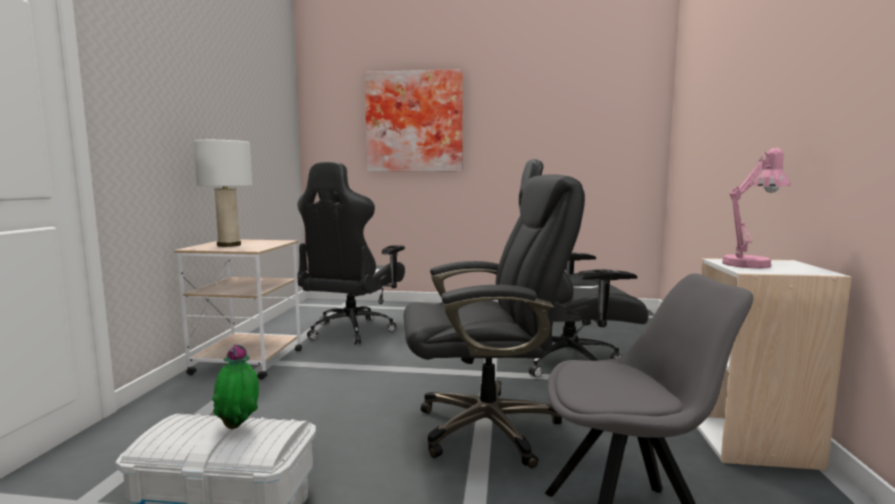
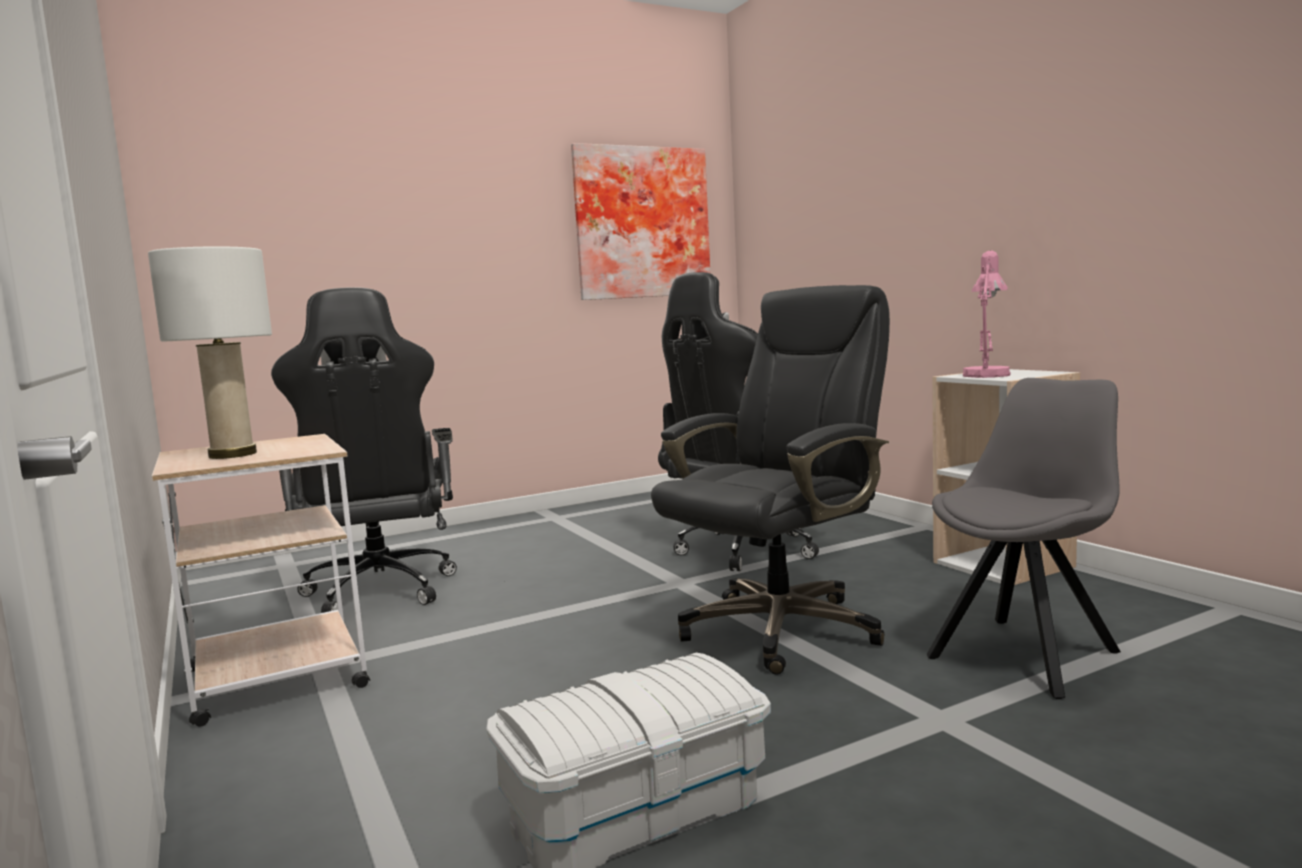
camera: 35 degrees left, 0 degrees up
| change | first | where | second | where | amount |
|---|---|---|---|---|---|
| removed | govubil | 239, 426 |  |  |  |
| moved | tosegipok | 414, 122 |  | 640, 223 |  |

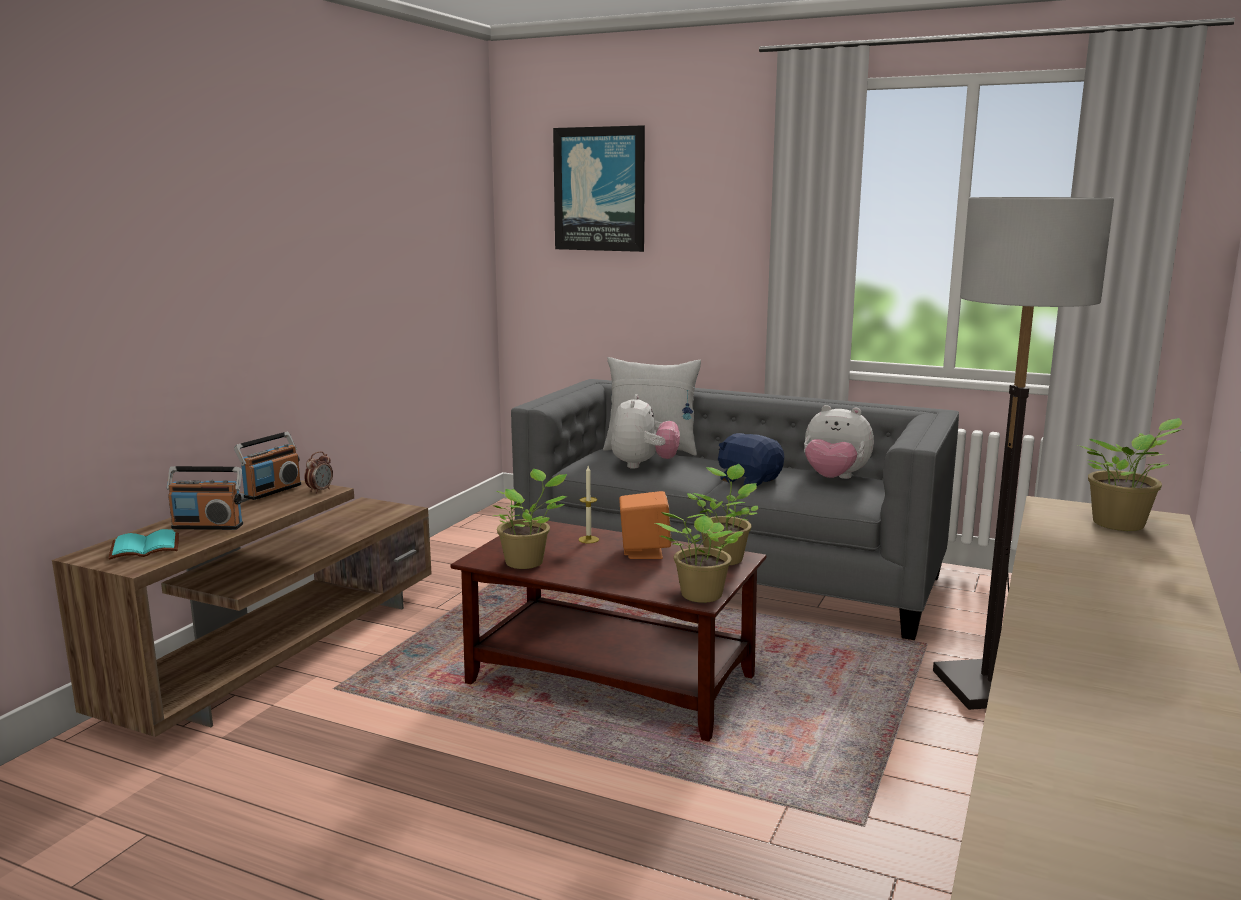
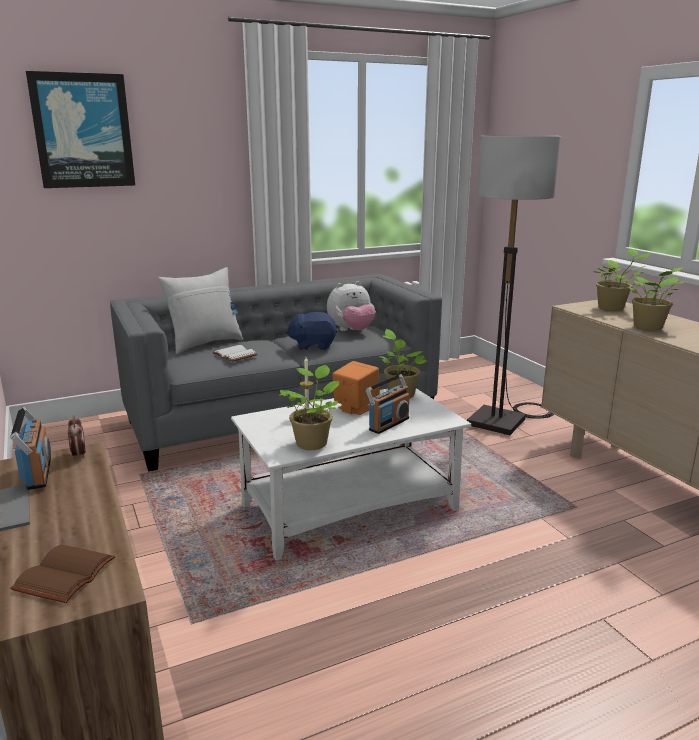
camera: 50 degrees left, 5 degrees up
| change | first | where | second | where | amount |
|---|---|---|---|---|---|
| recoloured | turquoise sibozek | 144, 548 | brown sibozek | 66, 576 |  |
| moved | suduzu | 208, 526 |  | 388, 424 |  |
| recoloured | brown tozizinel | 613, 680 | white tozizinel | 350, 507 |  |
| replaced | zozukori | 644, 465 | white sibozek | 233, 355 |  |
| moved | govubil | 698, 596 |  | 649, 327 |  |

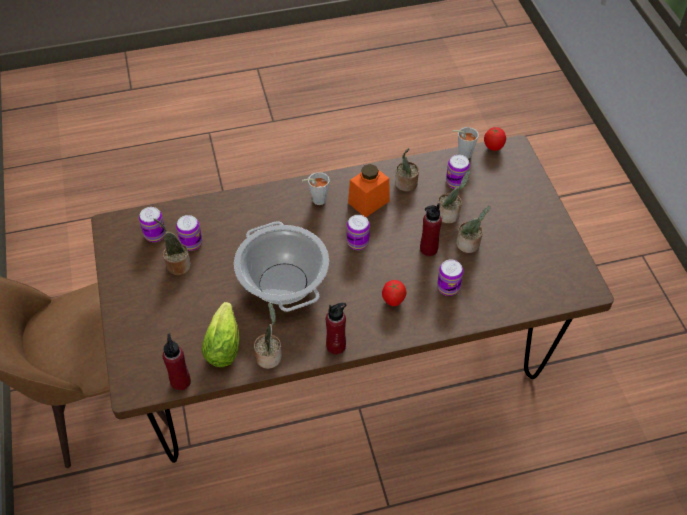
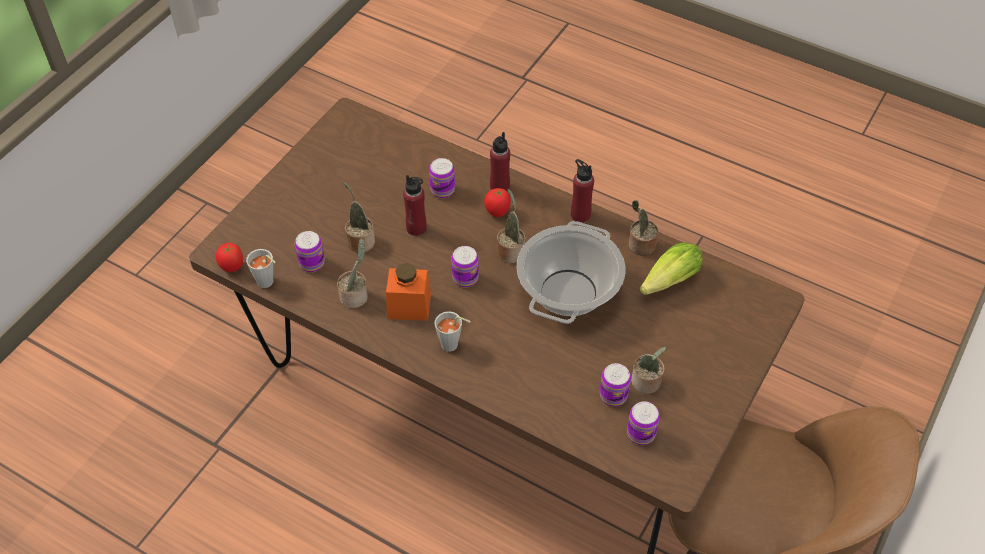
camera: 135 degrees left, 0 degrees up
| change | first | where | second | where | amount |
|---|---|---|---|---|---|
| moved | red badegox | 180, 381 |  | 499, 187 |  |
| moved | govubil | 469, 244 |  | 510, 251 |  |

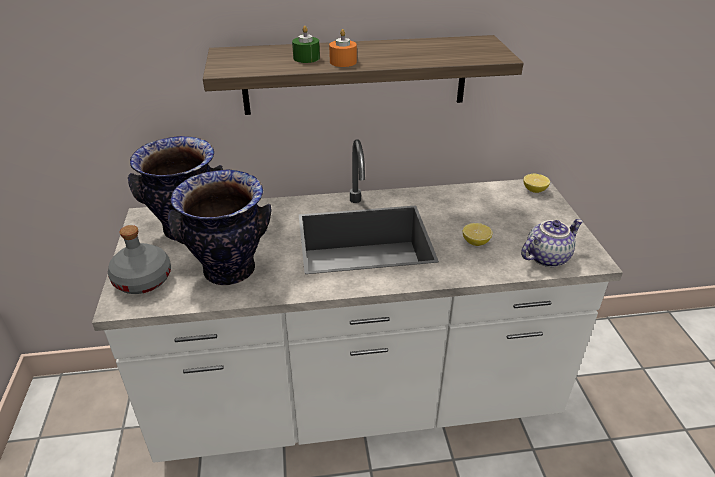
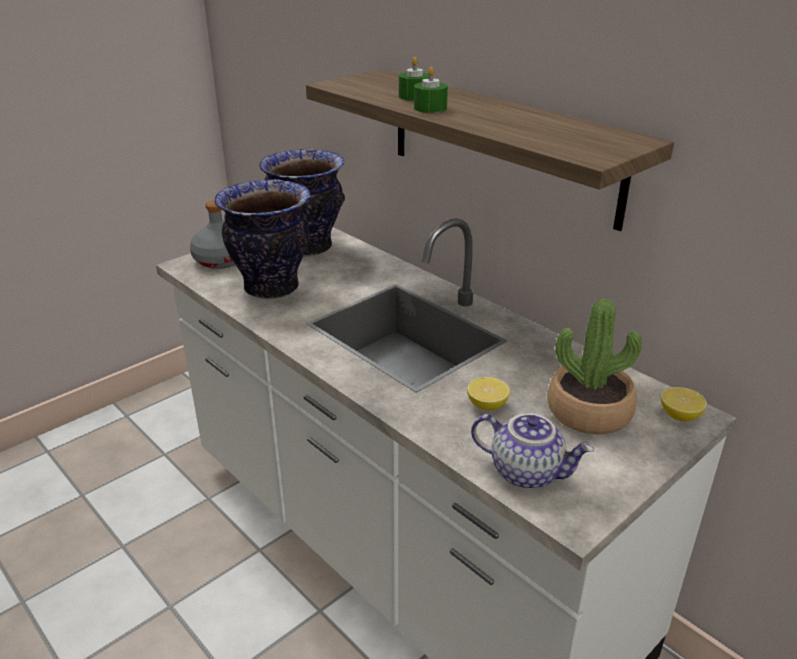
camera: 55 degrees right, 5 degrees down
| change | first | where | second | where | amount |
|---|---|---|---|---|---|
| recoloured | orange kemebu | 343, 62 | green kemebu | 430, 108 |  |
| added |  |  | govubil | 589, 411 |  |

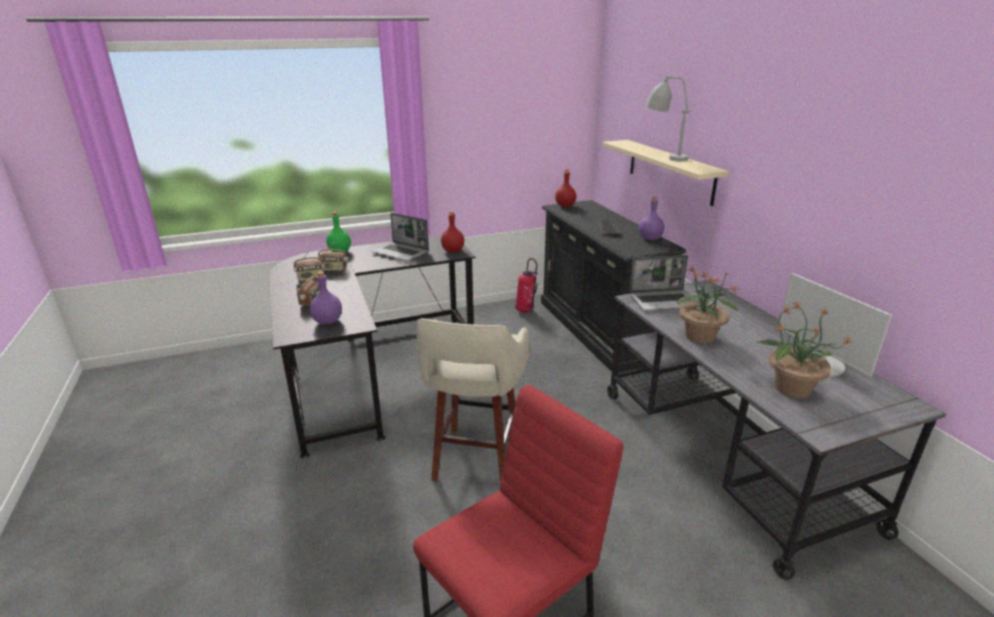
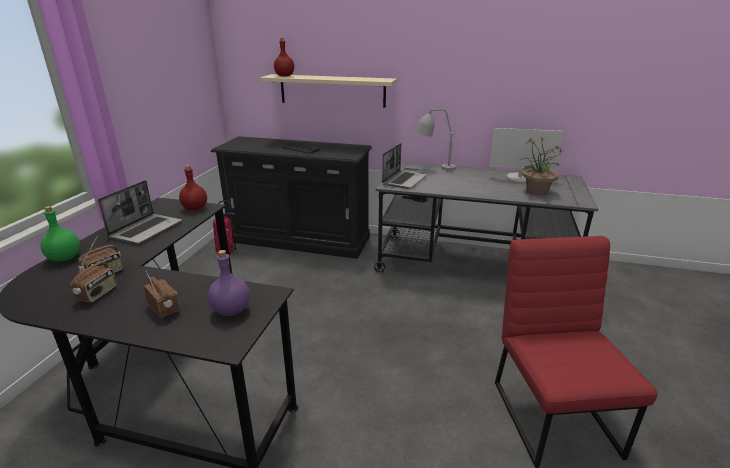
camera: 55 degrees left, 0 degrees up
| change | first | where | second | where | amount |
|---|---|---|---|---|---|
| turned | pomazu | 401, 252 |  | 146, 229 | 45 degrees counterclockwise |
| removed | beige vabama | 475, 462 |  |  |  |
| moved | red badegox | 565, 206 |  | 285, 76 |  |
| removed | purple badegox | 650, 238 |  |  |  |
| moved | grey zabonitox | 662, 155 |  | 432, 168 |  |
| removed | govubil | 700, 337 |  |  |  |

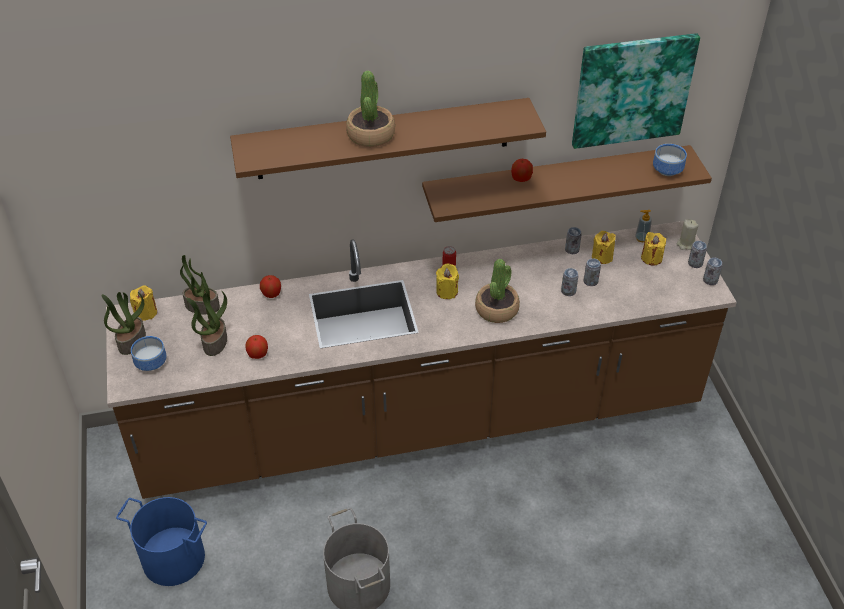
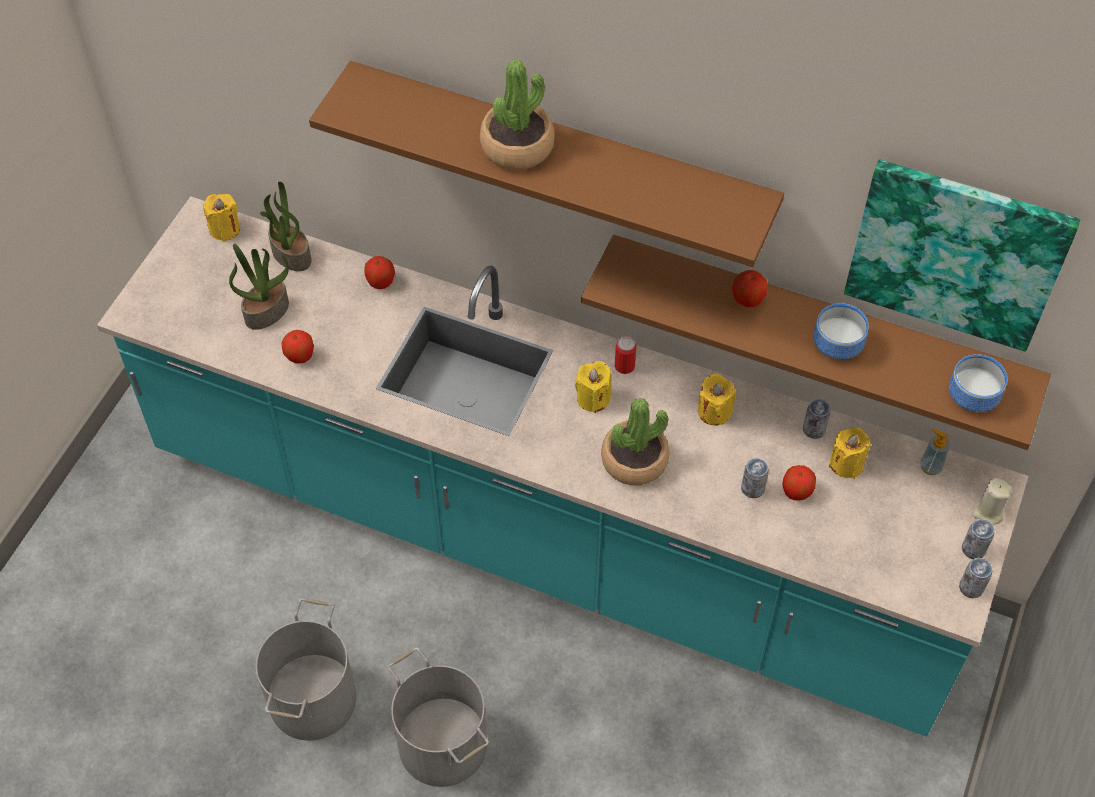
camera: 35 degrees right, 10 degrees up
| change | first | where | second | where | amount |
|---|---|---|---|---|---|
| removed | govubil | 131, 341 |  |  |  |
| recoloured | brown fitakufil | 422, 422 | turquoise fitakufil | 547, 539 |  |
| removed | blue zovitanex | 174, 557 |  |  |  |
| moved | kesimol | 150, 362 |  | 837, 343 |  |
| replaced | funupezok | 590, 281 | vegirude | 796, 491 |  |
| moved | yellow kemebu | 651, 258 |  | 714, 411 |  |
| added |  |  | grey zovitanex | 441, 745 |  |

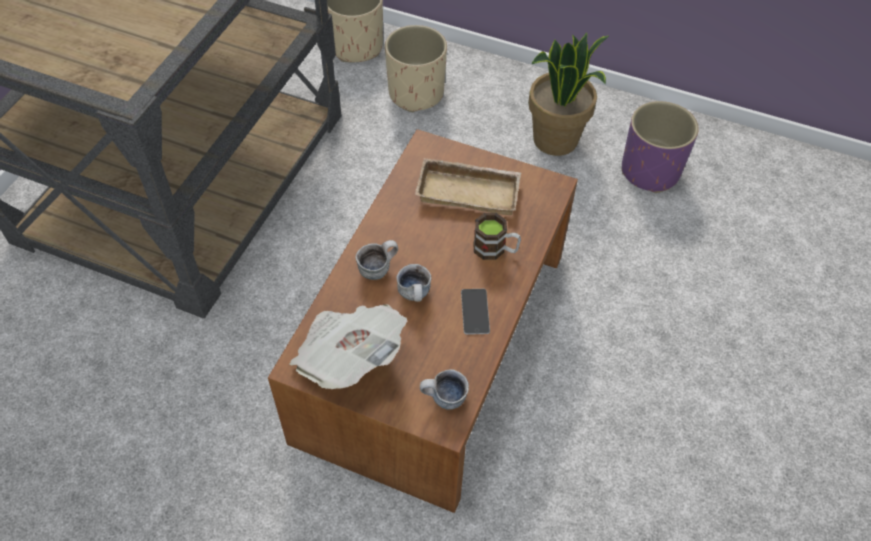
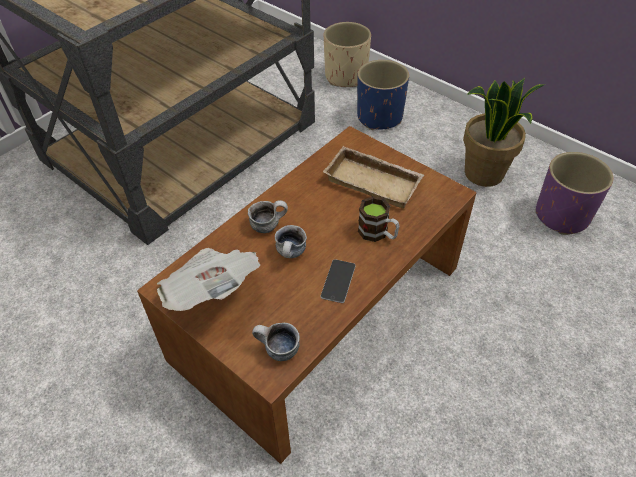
camera: 20 degrees right, 5 degrees down
| change | first | where | second | where | amount |
|---|---|---|---|---|---|
| recoloured | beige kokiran | 416, 94 | blue kokiran | 379, 117 |  |

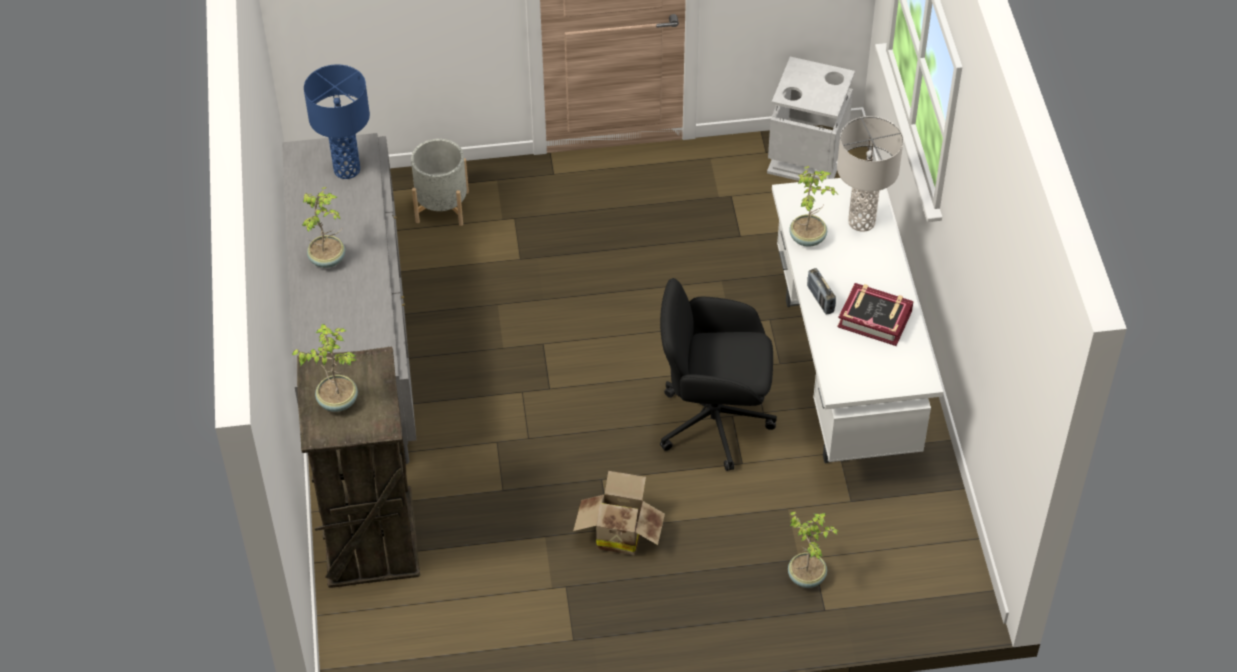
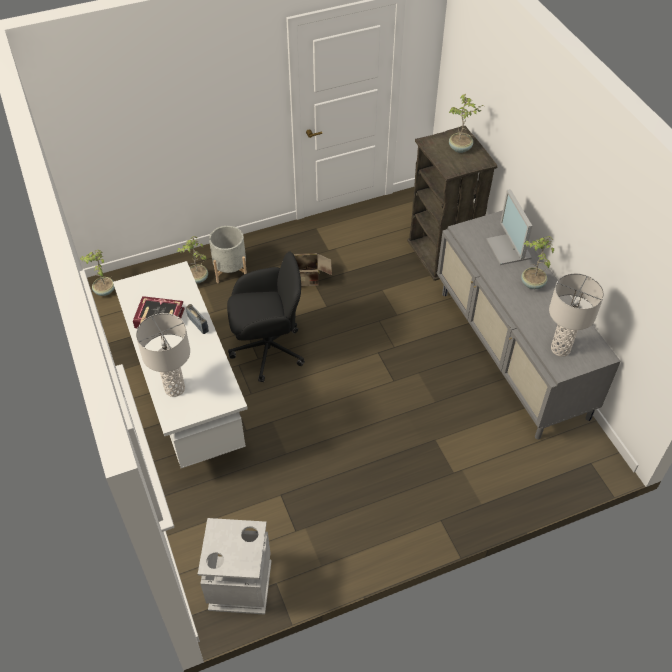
camera: 165 degrees right, 0 degrees up
| change | first | where | second | where | amount |
|---|---|---|---|---|---|
| recoloured | blue zabonitox | 347, 169 | white zabonitox | 560, 349 |  |
| moved | grey kokiran | 442, 207 |  | 230, 270 |  |
| moved | govubil | 808, 238 |  | 104, 291 |  |
| added |  |  | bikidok | 509, 249 |  |

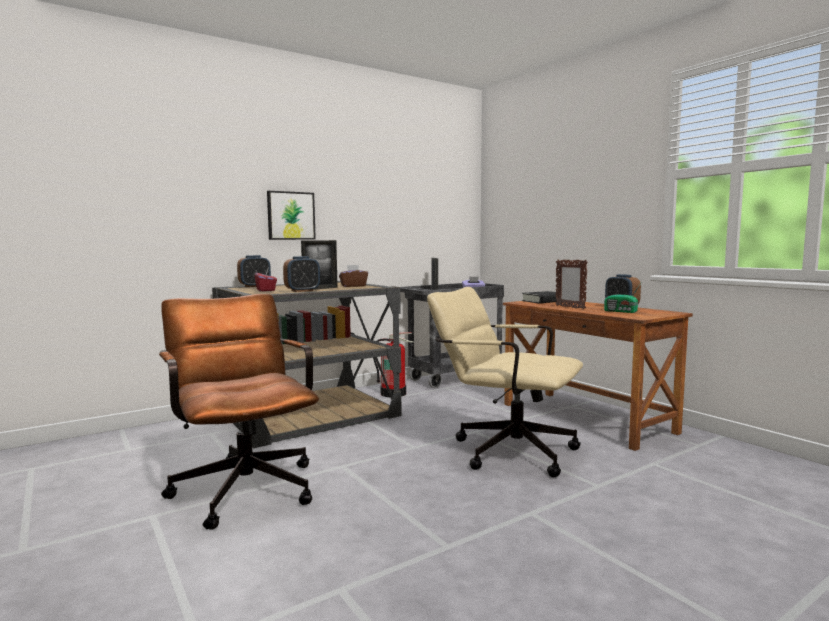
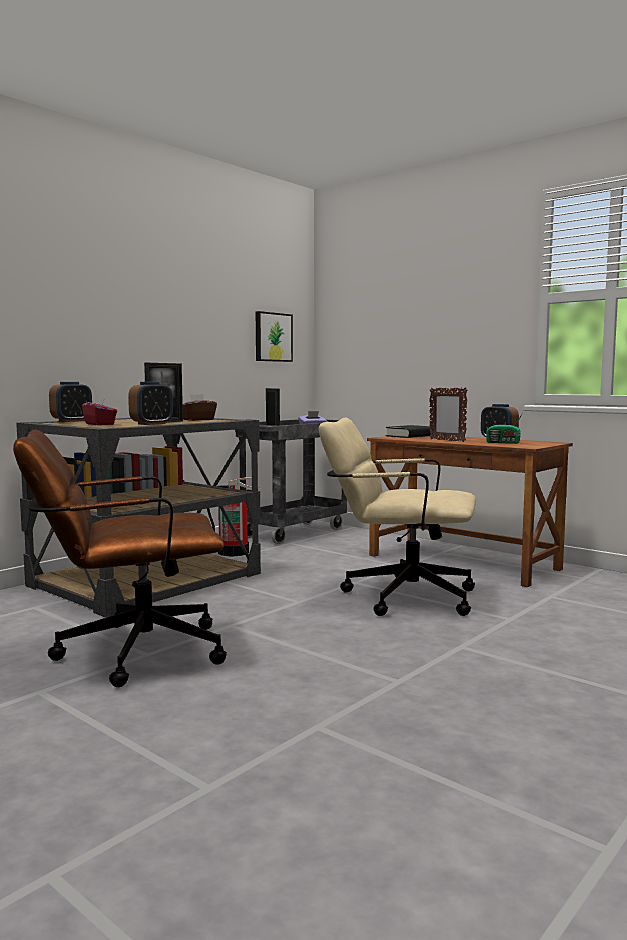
camera: 15 degrees left, 0 degrees up
| change | first | where | second | where | amount |
|---|---|---|---|---|---|
| turned | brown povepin | 243, 485 |  | 127, 652 | 60 degrees counterclockwise |
| moved | tosegipok | 290, 216 |  | 272, 337 |  |

